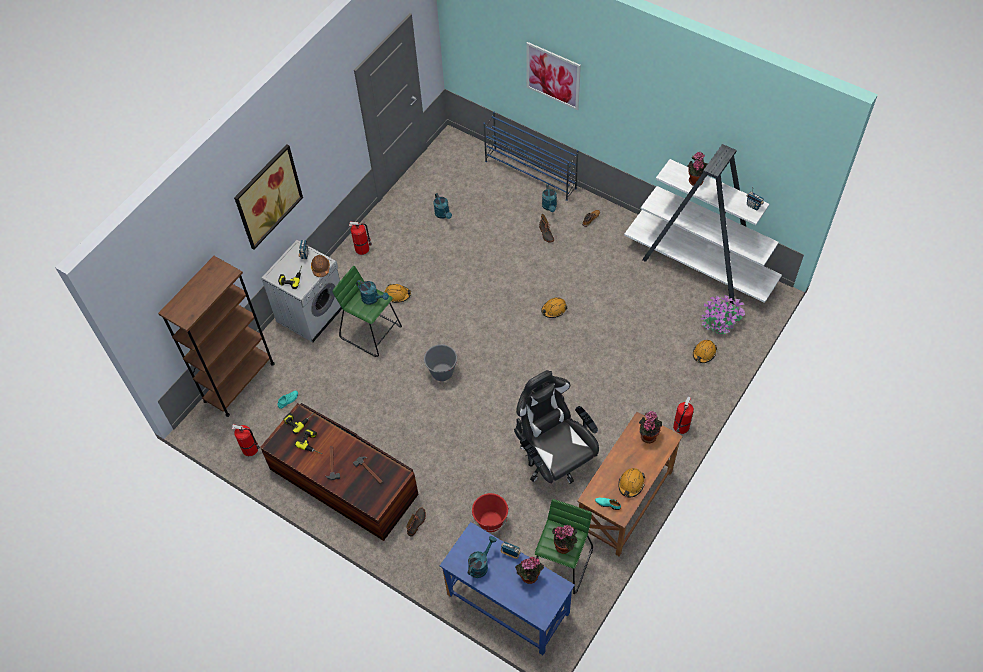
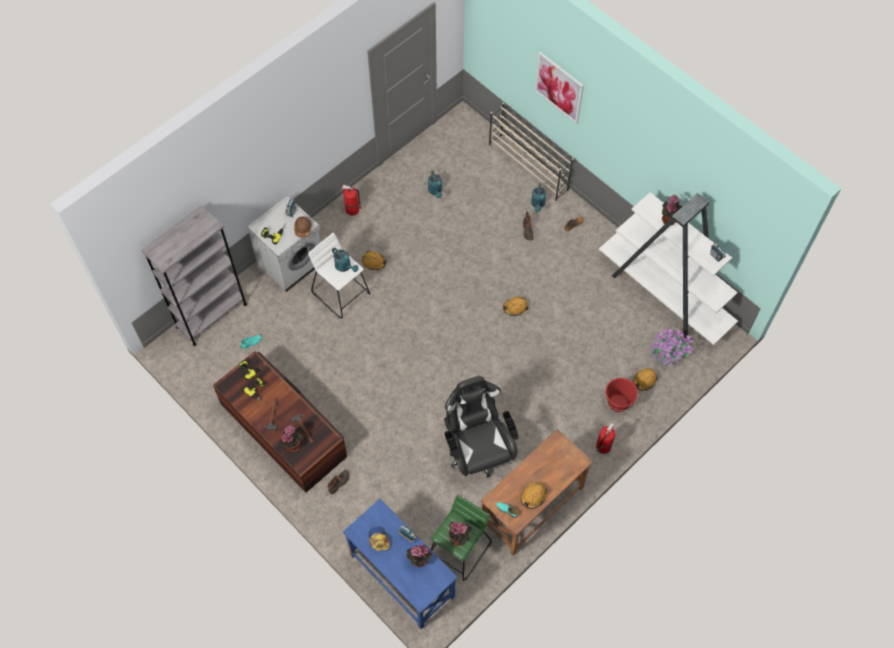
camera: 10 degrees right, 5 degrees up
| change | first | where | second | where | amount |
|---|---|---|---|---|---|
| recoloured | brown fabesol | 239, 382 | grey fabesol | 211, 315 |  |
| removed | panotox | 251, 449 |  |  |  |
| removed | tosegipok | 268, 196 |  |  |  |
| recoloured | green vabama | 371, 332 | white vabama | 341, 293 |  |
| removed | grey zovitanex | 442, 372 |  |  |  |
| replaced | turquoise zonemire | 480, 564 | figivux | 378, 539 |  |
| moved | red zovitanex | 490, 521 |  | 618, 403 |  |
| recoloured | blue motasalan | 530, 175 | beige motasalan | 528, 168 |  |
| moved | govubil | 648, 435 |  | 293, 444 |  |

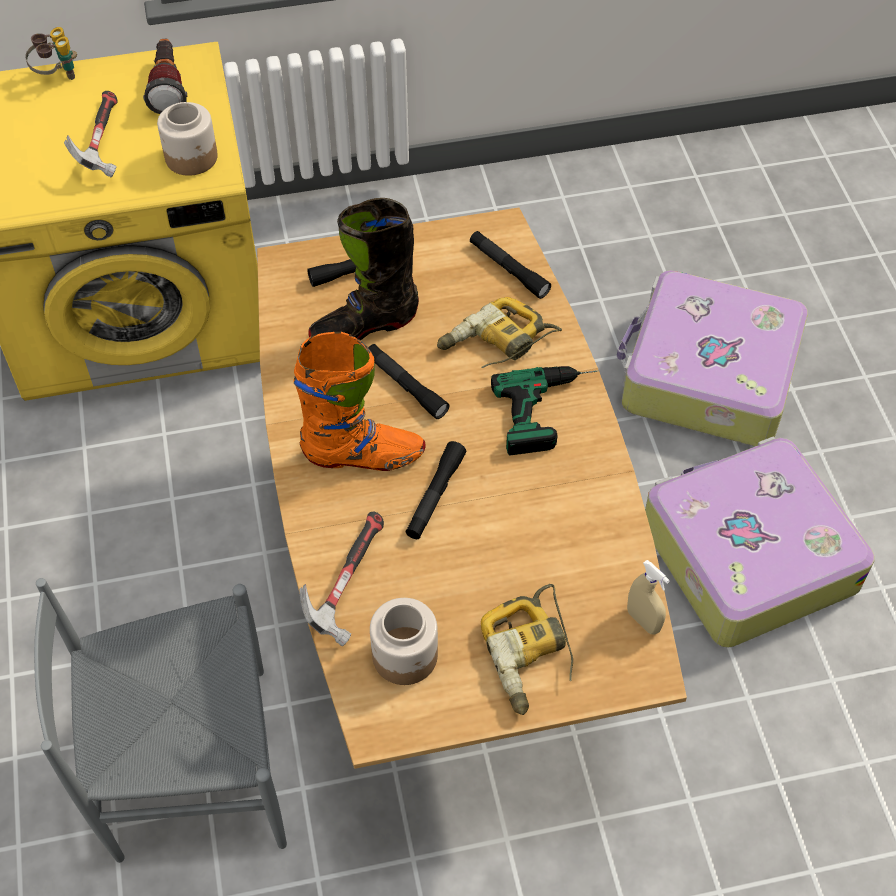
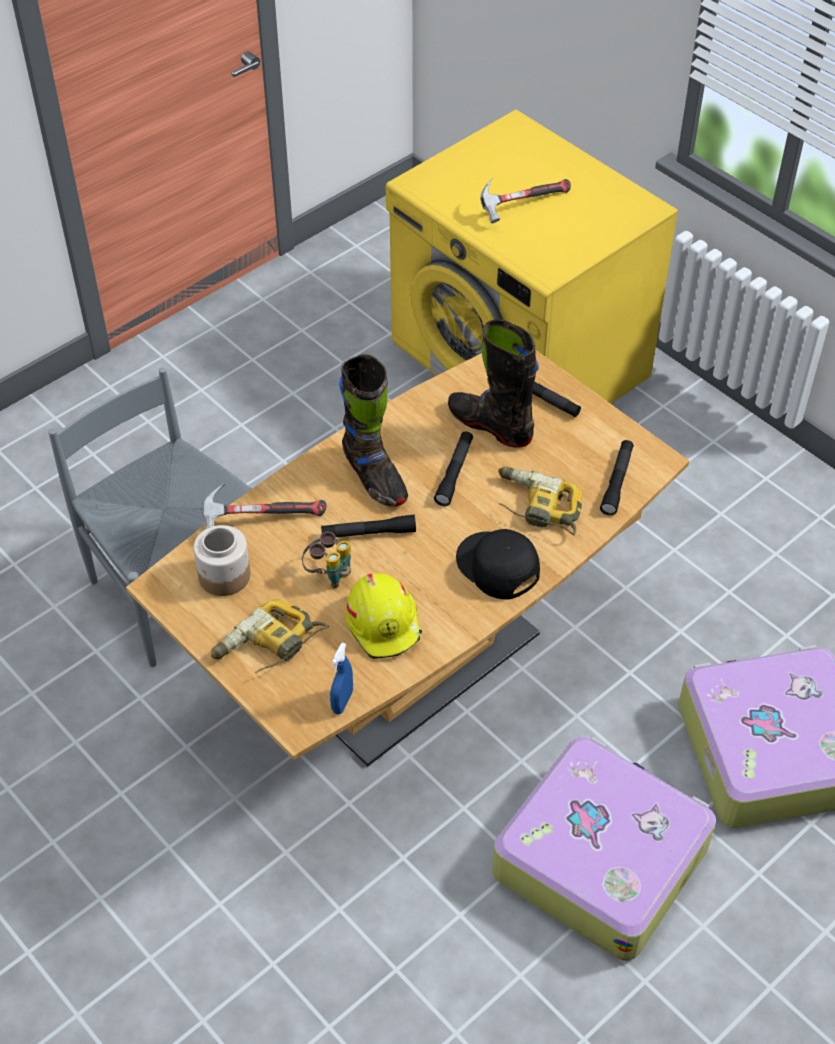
camera: 60 degrees right, 5 degrees down
| change | first | where | second | where | amount |
|---|---|---|---|---|---|
| moved | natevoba | 57, 76 |  | 329, 574 |  |
| removed | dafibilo | 168, 88 |  |  |  |
| removed | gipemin | 192, 157 |  |  |  |
| recoloured | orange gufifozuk | 363, 456 | black gufifozuk | 374, 478 |  |
| replaced | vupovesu | 551, 411 | black figivux | 497, 566 |  |
| recoloured | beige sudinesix | 643, 621 | blue sudinesix | 342, 702 |  |
| added |  |  | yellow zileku | 384, 623 |  |

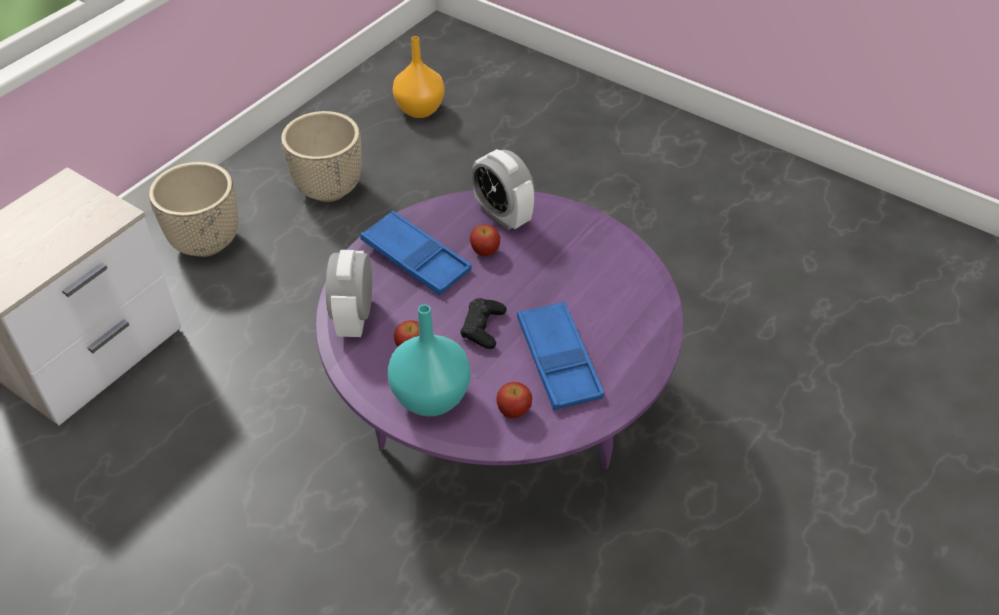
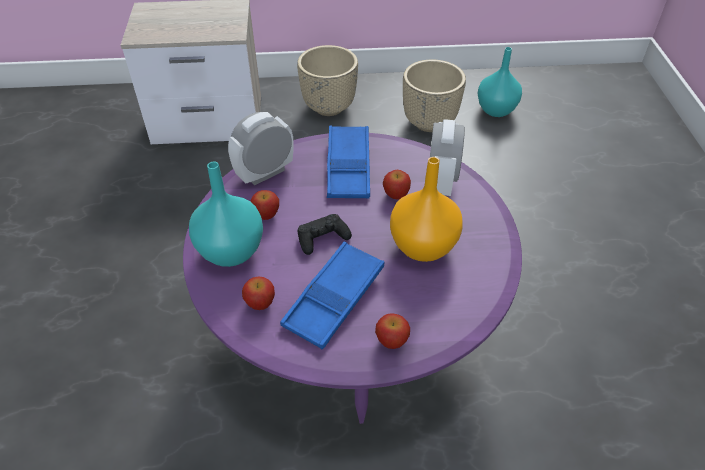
camera: 50 degrees right, 0 degrees up
| change | first | where | second | where | amount |
|---|---|---|---|---|---|
| moved | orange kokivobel | 419, 110 |  | 421, 247 |  |
| added |  |  | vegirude | 391, 341 |  |
| added |  |  | turquoise kokivobel | 495, 110 |  |

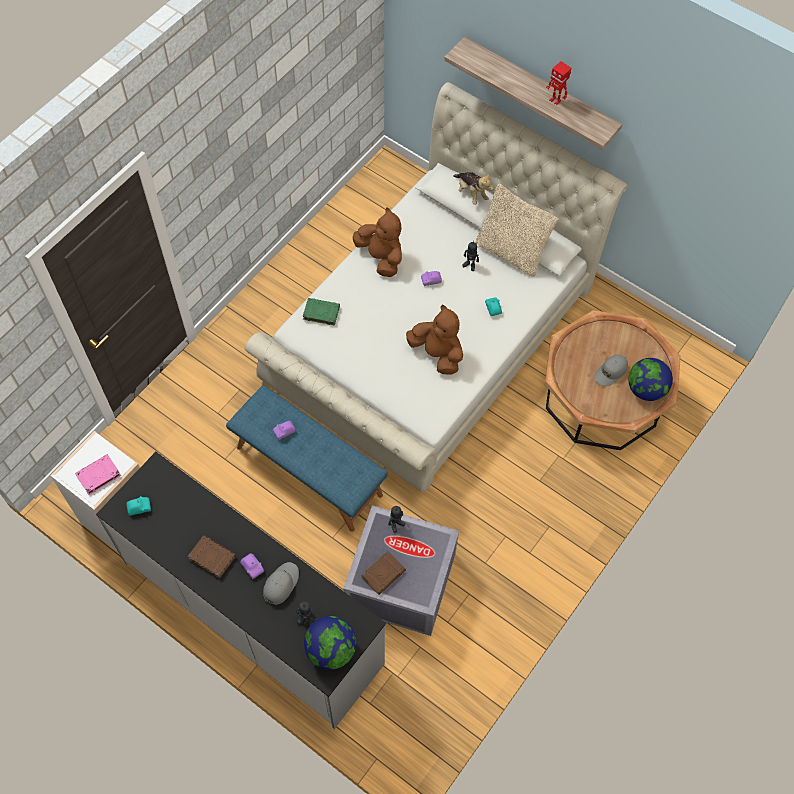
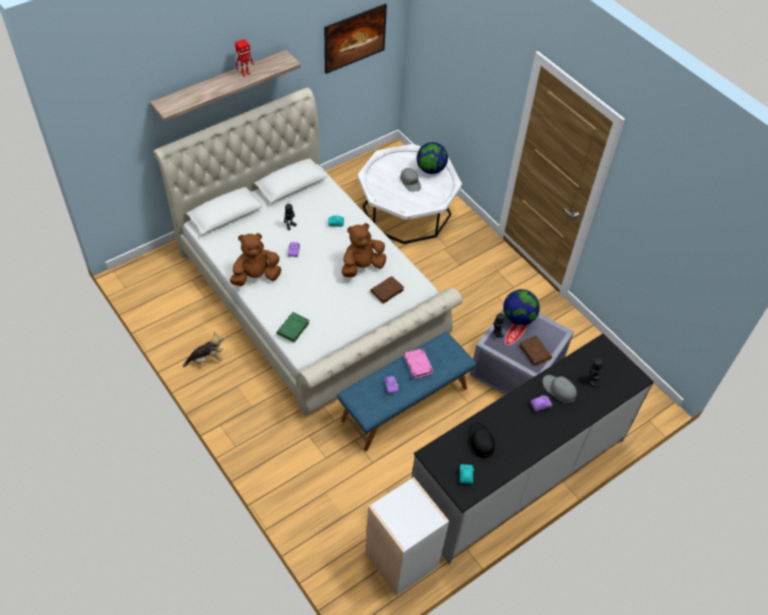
camera: 75 degrees left, 10 degrees down
| change | first | where | second | where | amount |
|---|---|---|---|---|---|
| moved | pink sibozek | 98, 476 |  | 418, 365 |  |
| moved | brown sibozek | 211, 557 |  | 387, 291 |  |
| moved | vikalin | 331, 650 |  | 518, 318 |  |
| moved | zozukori | 471, 193 |  | 206, 360 |  |
| removed | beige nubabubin | 512, 250 |  |  |  |
| recoloured | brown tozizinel | 602, 397 | white tozizinel | 406, 211 |  |
| added |  |  | tosegipok | 354, 49 |  |
| added |  |  | black figivux | 480, 441 |  |

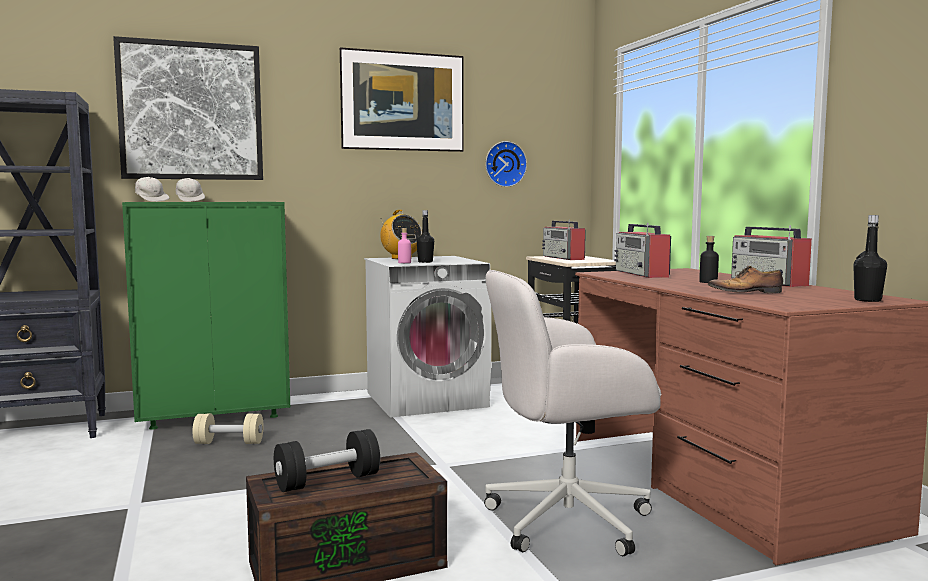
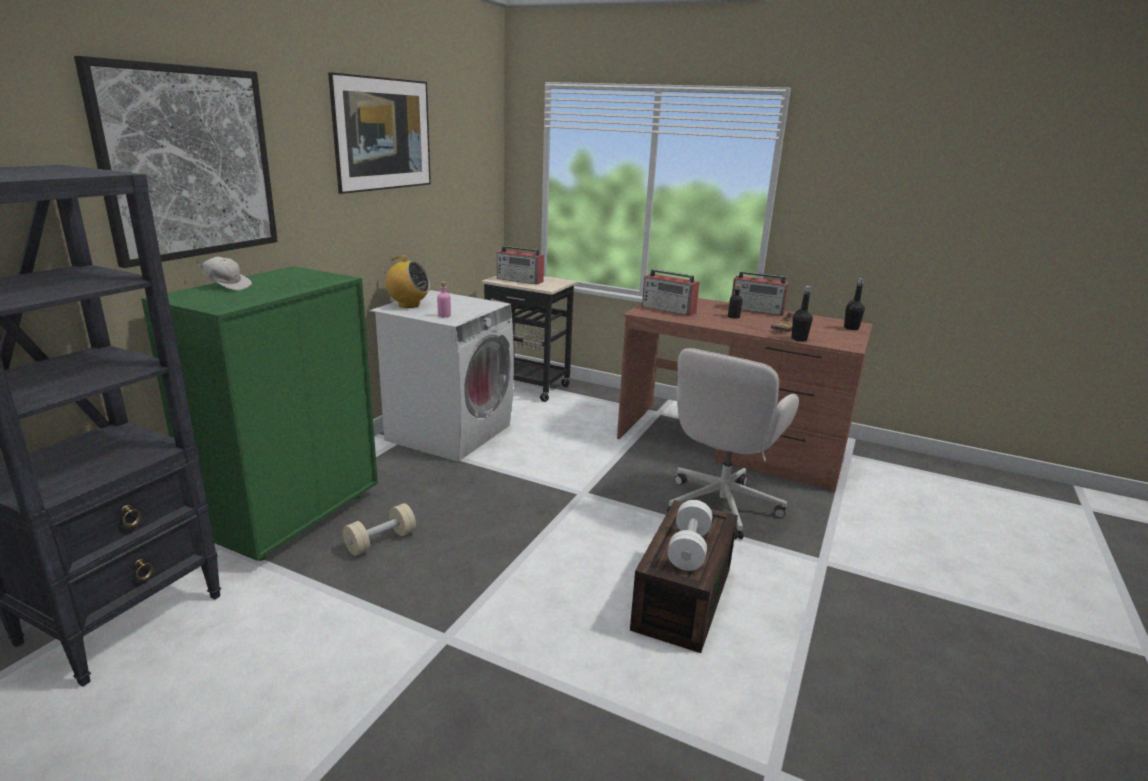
camera: 45 degrees left, 15 degrees up
| change | first | where | second | where | amount |
|---|---|---|---|---|---|
| removed | white figivux | 151, 201 |  |  |  |
| recoloured | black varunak | 327, 481 | white varunak | 689, 548 |  |
| moved | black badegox | 425, 262 |  | 799, 339 |  |
| removed | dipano | 504, 164 |  |  |  |

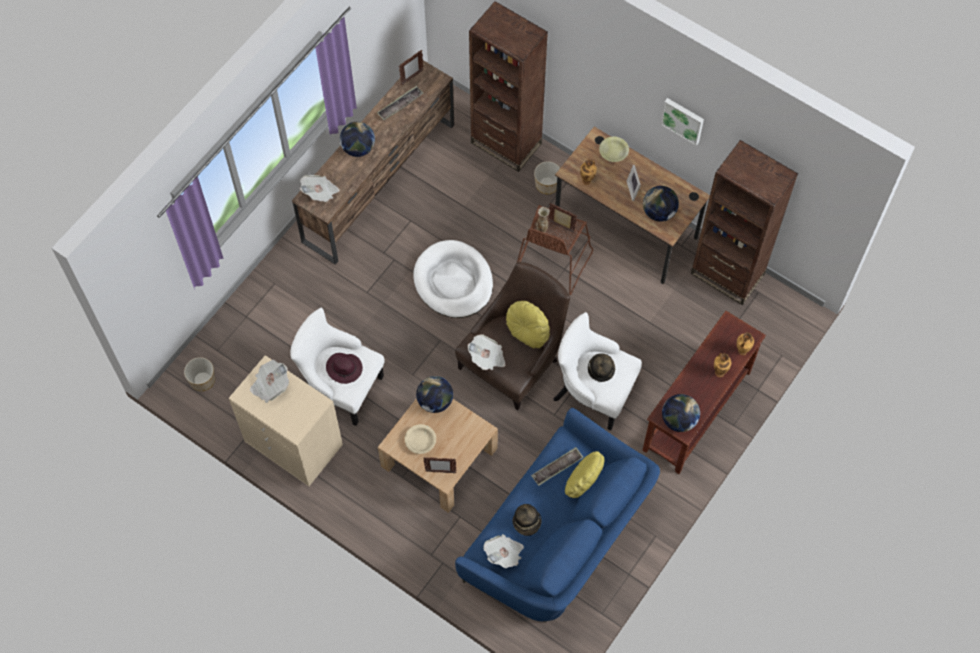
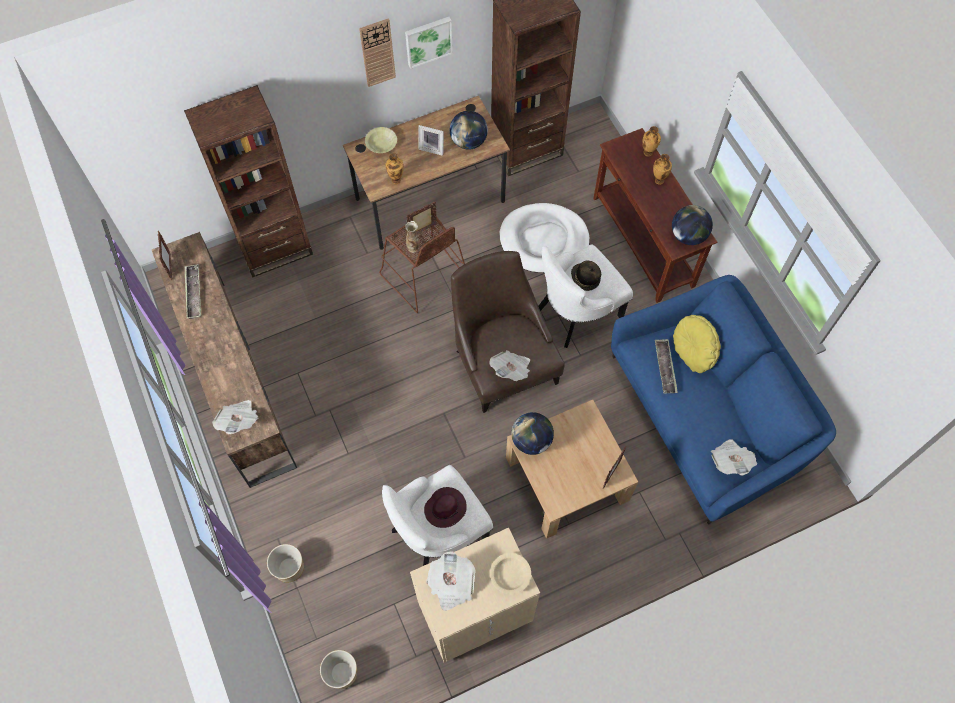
camera: 60 degrees left, 0 degrees up
| change | first | where | second | where | amount |
|---|---|---|---|---|---|
| removed | vikalin | 358, 148 |  |  |  |
| moved | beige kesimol | 420, 441 |  | 510, 575 |  |
| moved | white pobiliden | 453, 281 |  | 544, 240 |  |
| removed | yellow nubabubin | 527, 334 |  |  |  |
| removed | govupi | 527, 522 |  |  |  |
| moved | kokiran | 546, 184 |  | 288, 568 |  |
| added |  |  | dipano | 377, 52 |  |

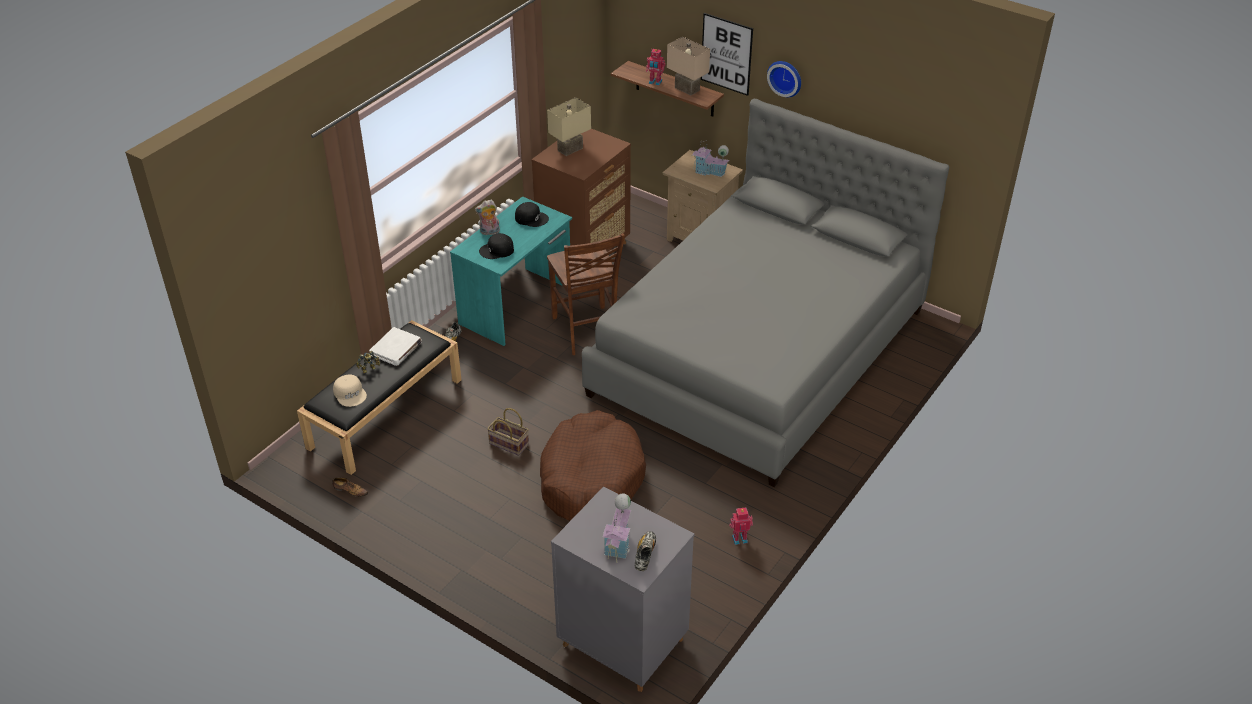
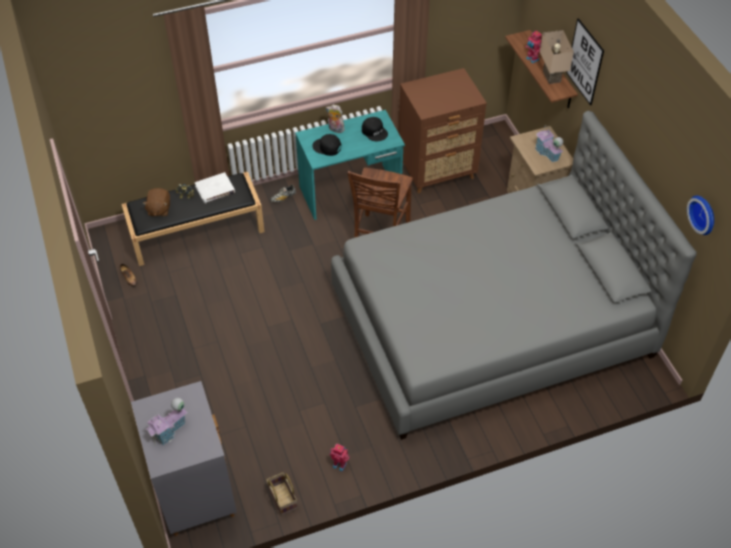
camera: 35 degrees right, 10 degrees up
| change | first | where | second | where | amount |
|---|---|---|---|---|---|
| replaced | beige figivux | 350, 393 | brown zozukori | 159, 209 |  |
| moved | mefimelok | 507, 444 |  | 281, 498 |  |
| removed | brown pobiliden | 591, 478 |  |  |  |
| removed | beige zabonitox | 569, 148 |  |  |  |
| removed | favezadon | 645, 555 |  |  |  |
| moved | dipano | 785, 77 |  | 704, 214 |  |

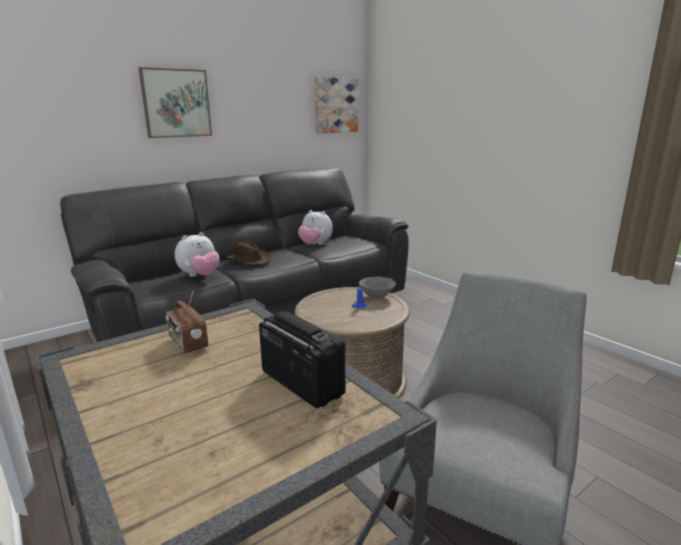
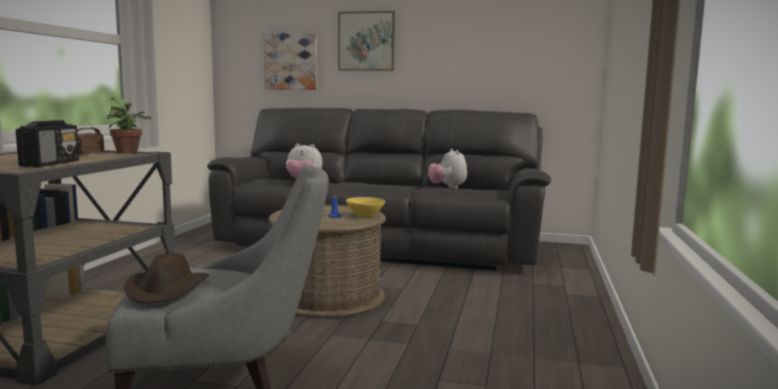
camera: 50 degrees right, 10 degrees down
| change | first | where | second | where | amount |
|---|---|---|---|---|---|
| moved | brown govupi | 249, 260 |  | 167, 289 |  |
| moved | tosegipok | 336, 105 |  | 291, 61 |  |
| recoloured | grey kesimol | 377, 296 | yellow kesimol | 365, 216 |  |
| added |  |  | govubil | 128, 152 |  |

